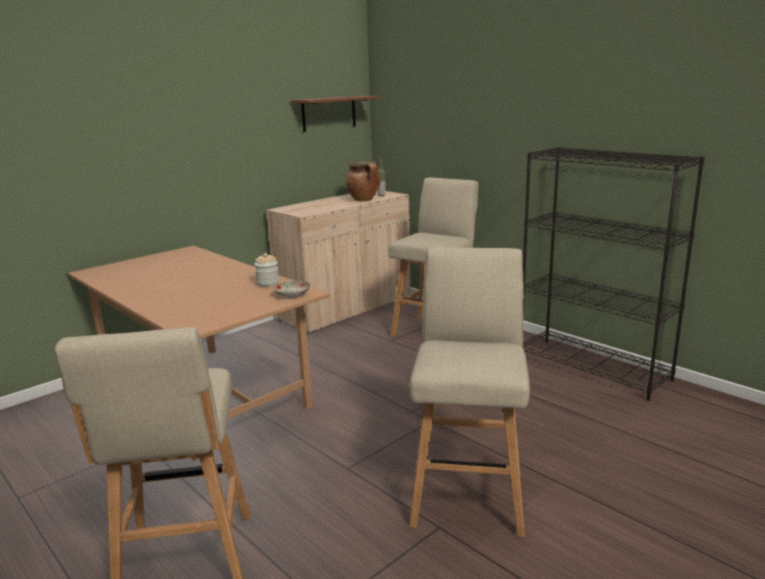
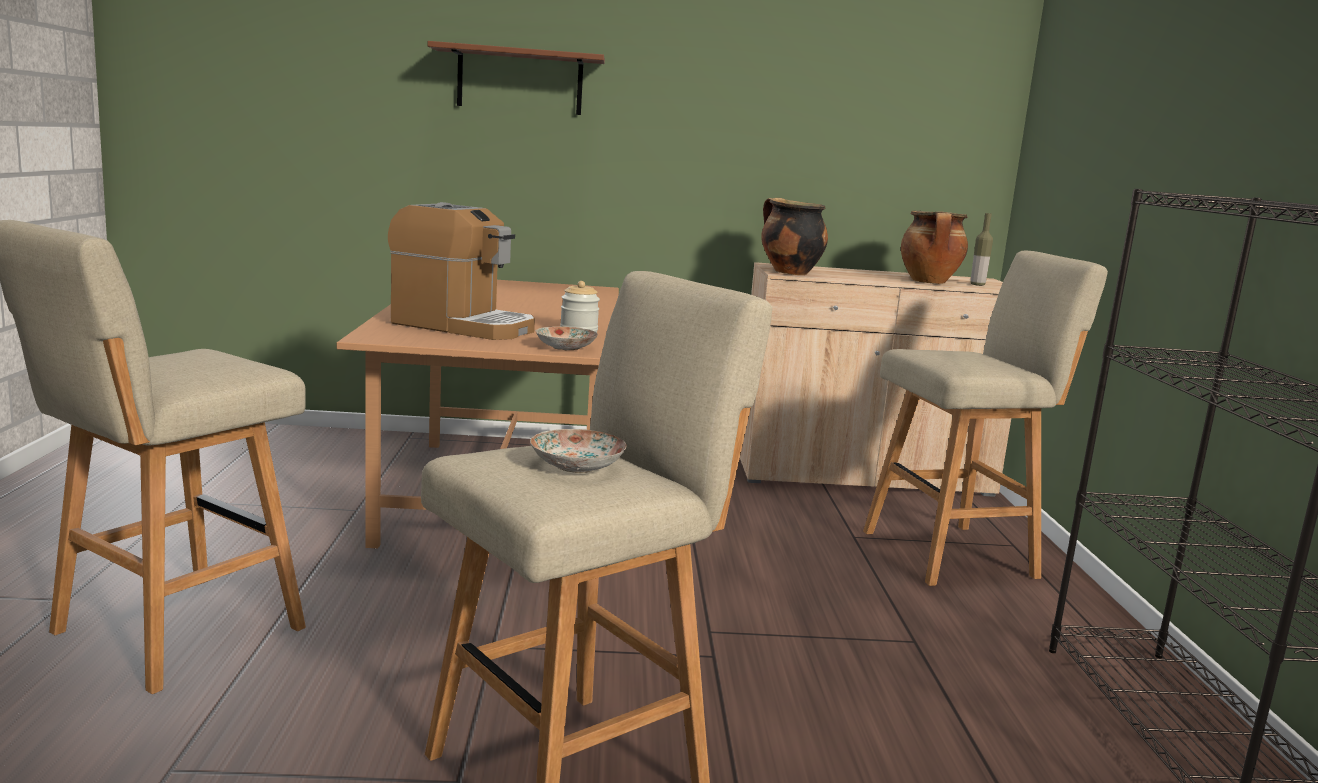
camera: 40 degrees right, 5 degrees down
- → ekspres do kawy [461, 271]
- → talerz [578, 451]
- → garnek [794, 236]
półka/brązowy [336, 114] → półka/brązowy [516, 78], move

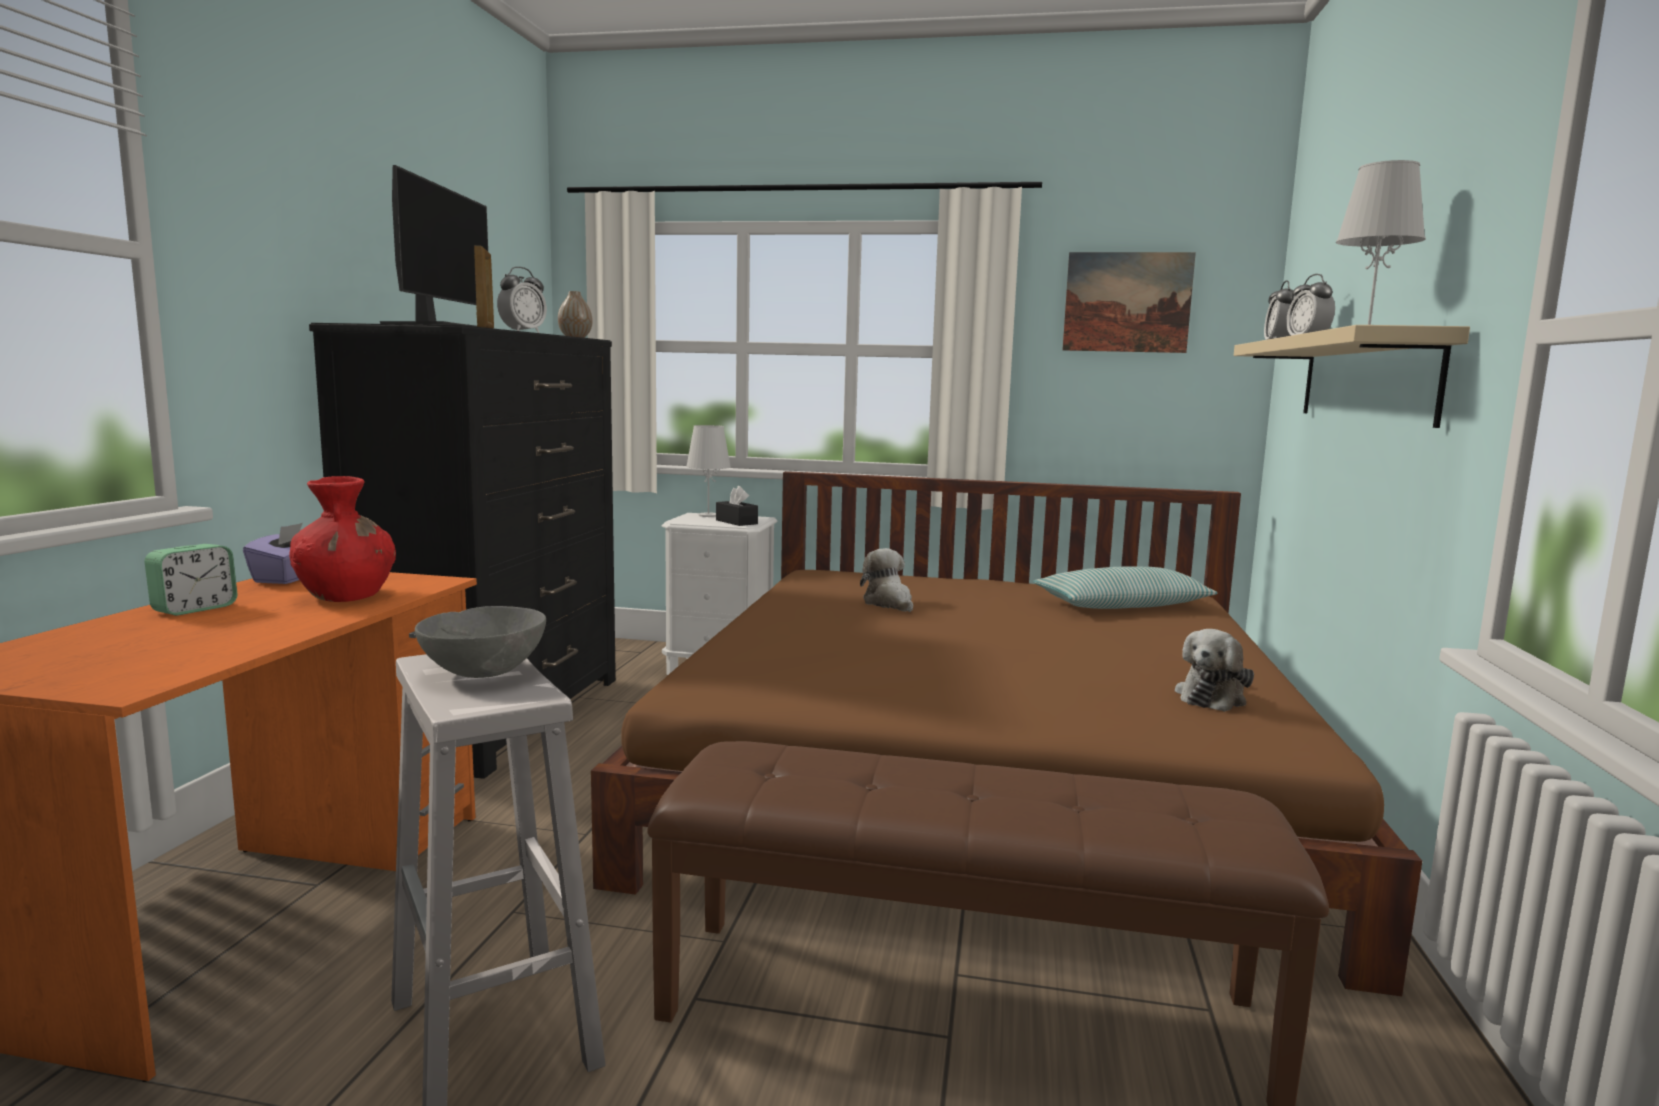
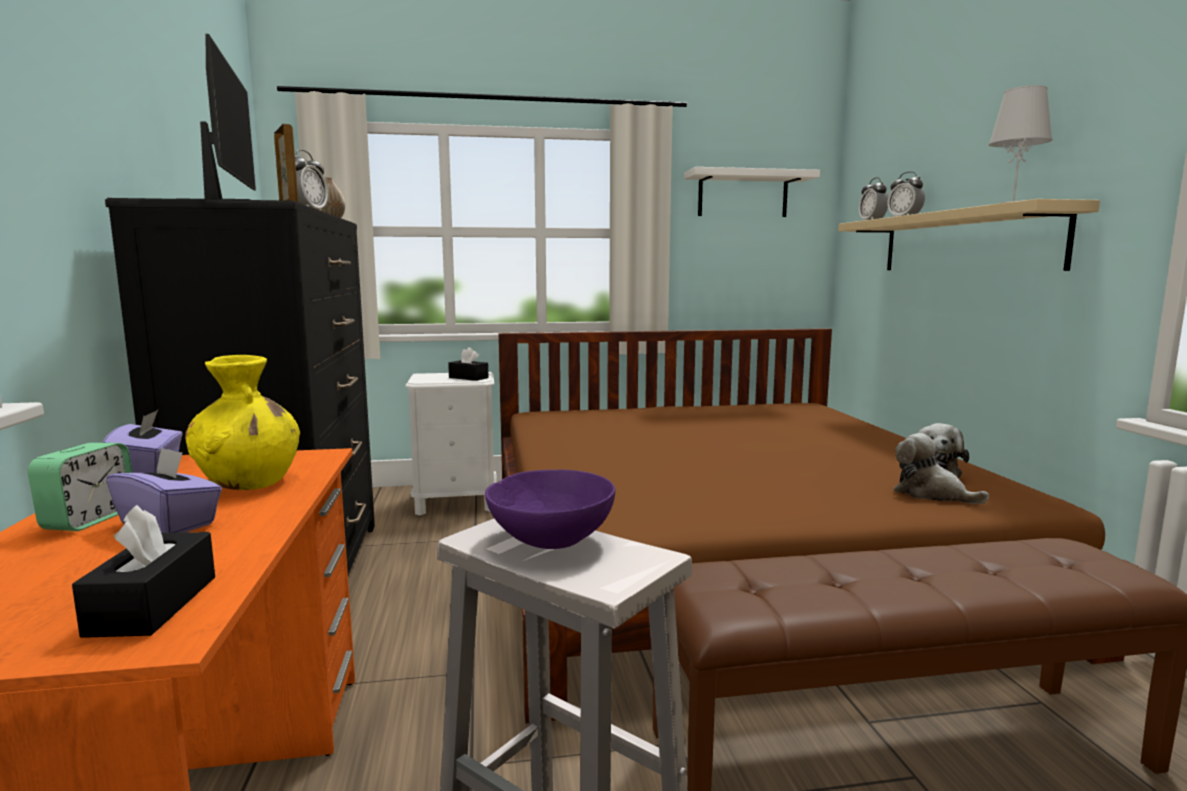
camera: 20 degrees left, 0 degrees up
lampa stołowa/biały [708, 471] → -
poduszka [1125, 587] → -
- → pudełko chusteczek/czarny [143, 571]
- → pudełko chusteczek/fioletowy [164, 490]
pluszak [886, 580] → pluszak [941, 468], move
obraz [1129, 302] → półka/biały [752, 192]
wazon/czerwony [342, 539] → wazon/żółty [242, 422]
miska/szary [480, 642] → miska/fioletowy [550, 509]

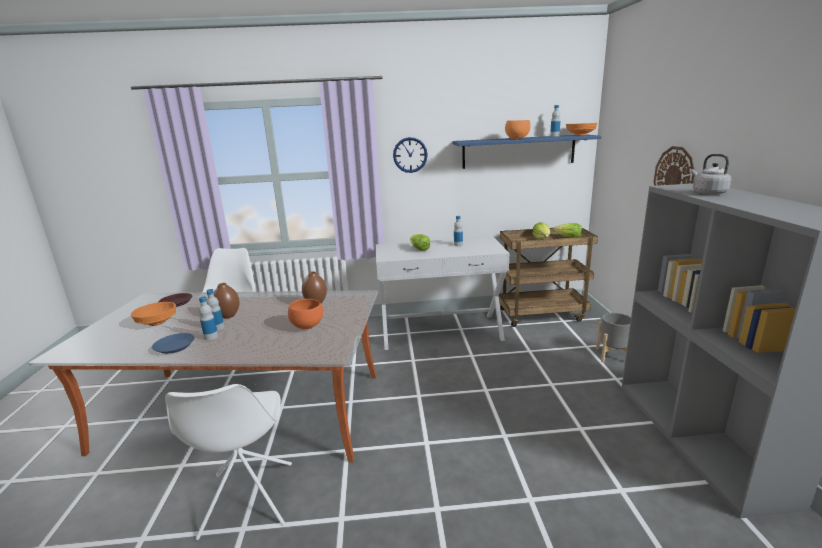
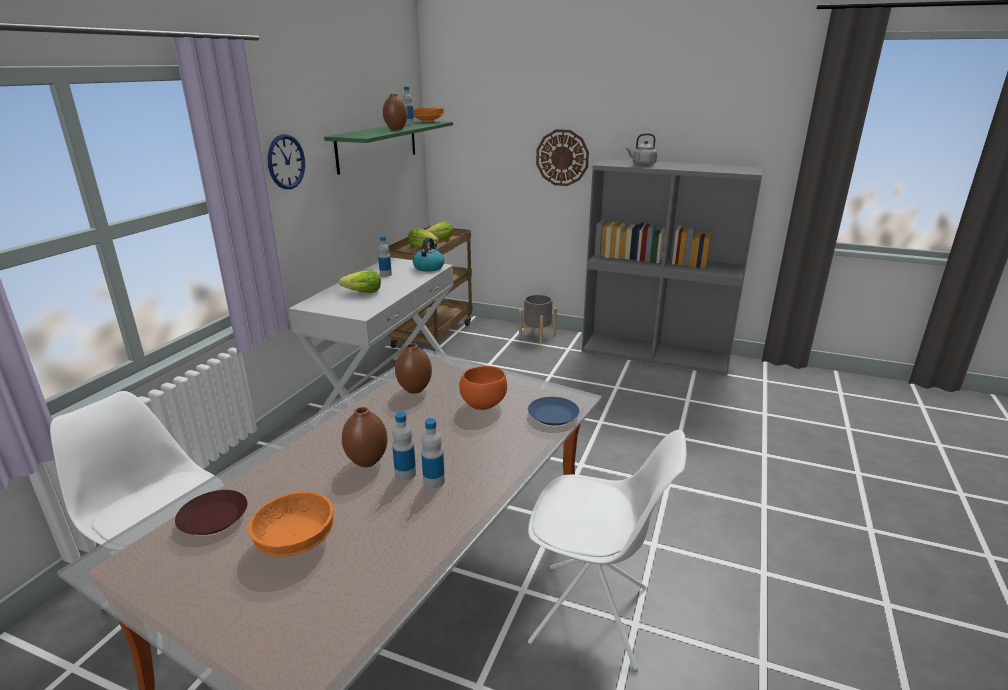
camera: 65 degrees left, 5 degrees up
- → czajnik [429, 255]
talerz/niebieski [173, 343] → talerz/niebieski [553, 411], move
miska/pomarańczowy [517, 129] → wazon/brązowy [395, 111]
półka/niebieski [526, 152] → półka/zielony [388, 148]

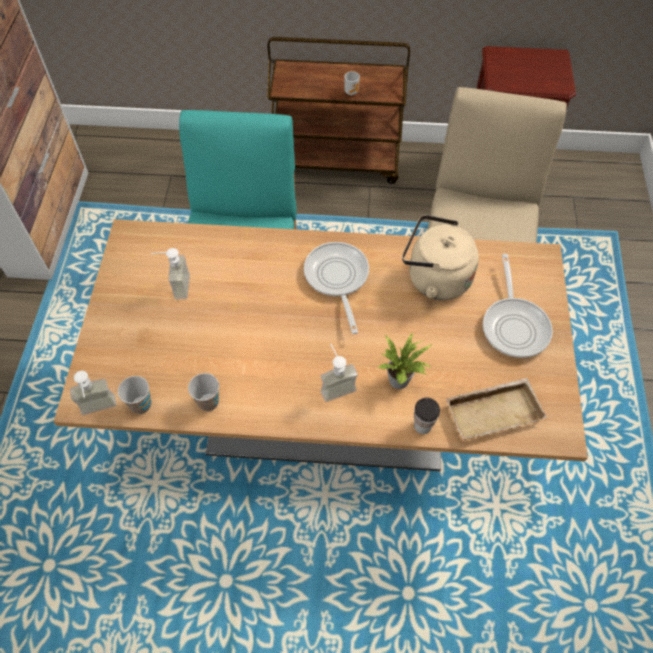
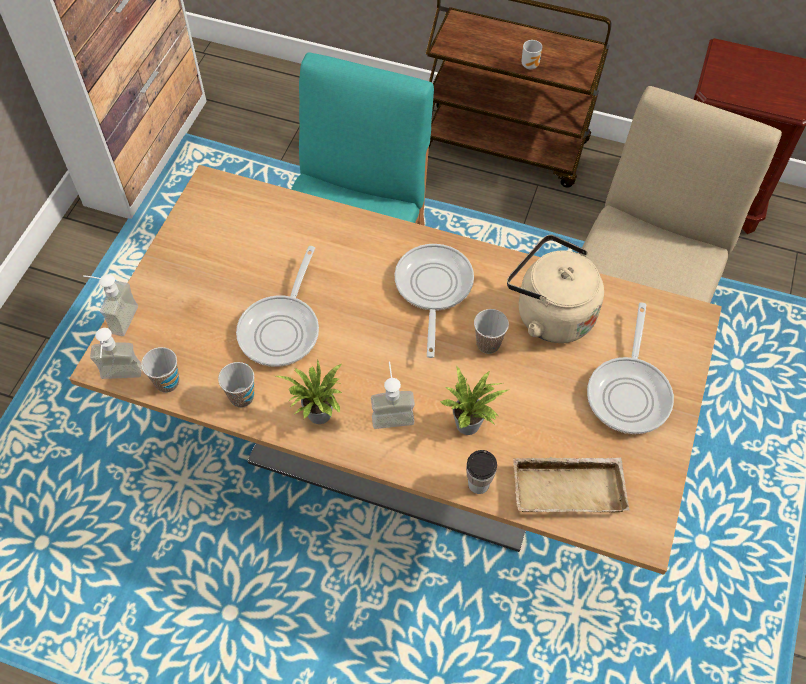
camera: 15 degrees right, 0 degrees up
- → patelnia [277, 306]
- → roślina doniczkowa [309, 391]
- → filiżanka [491, 331]
dozownik mydła [170, 273] → dozownik mydła [110, 305], move

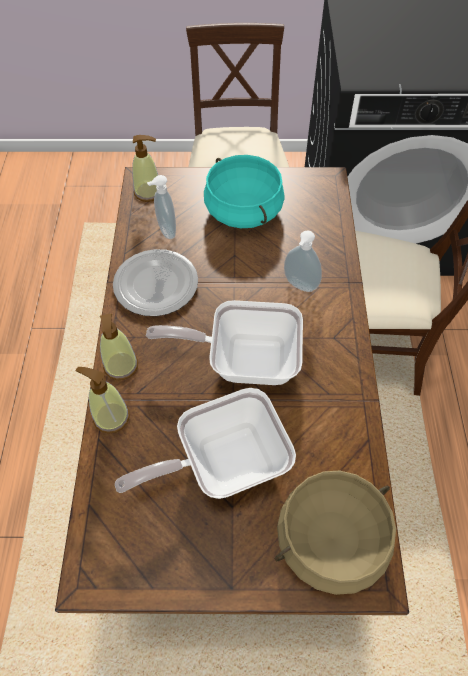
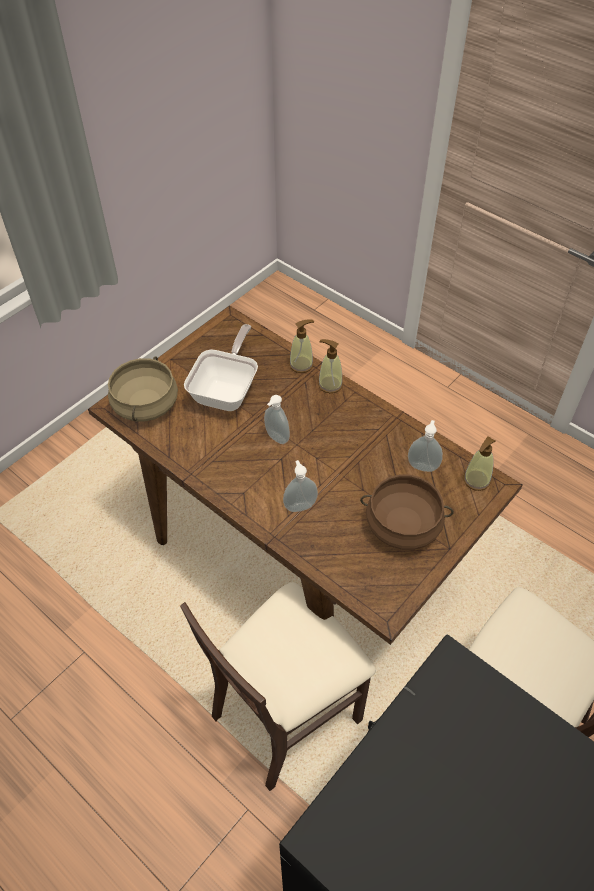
camera: 130 degrees right, 5 degrees down
talerz [155, 282] → -
patelnia [224, 342] → dozownik mydła [277, 419]
garnek/turkusowy [244, 191] → garnek/brązowy [407, 512]

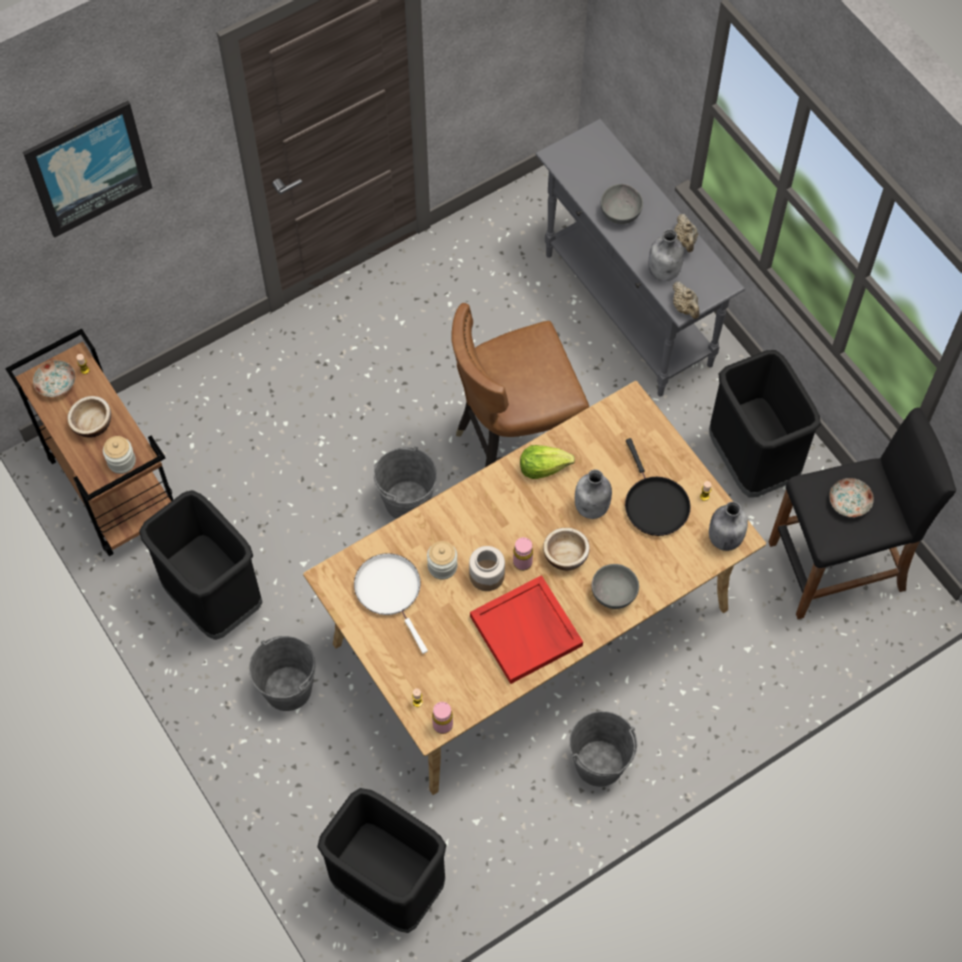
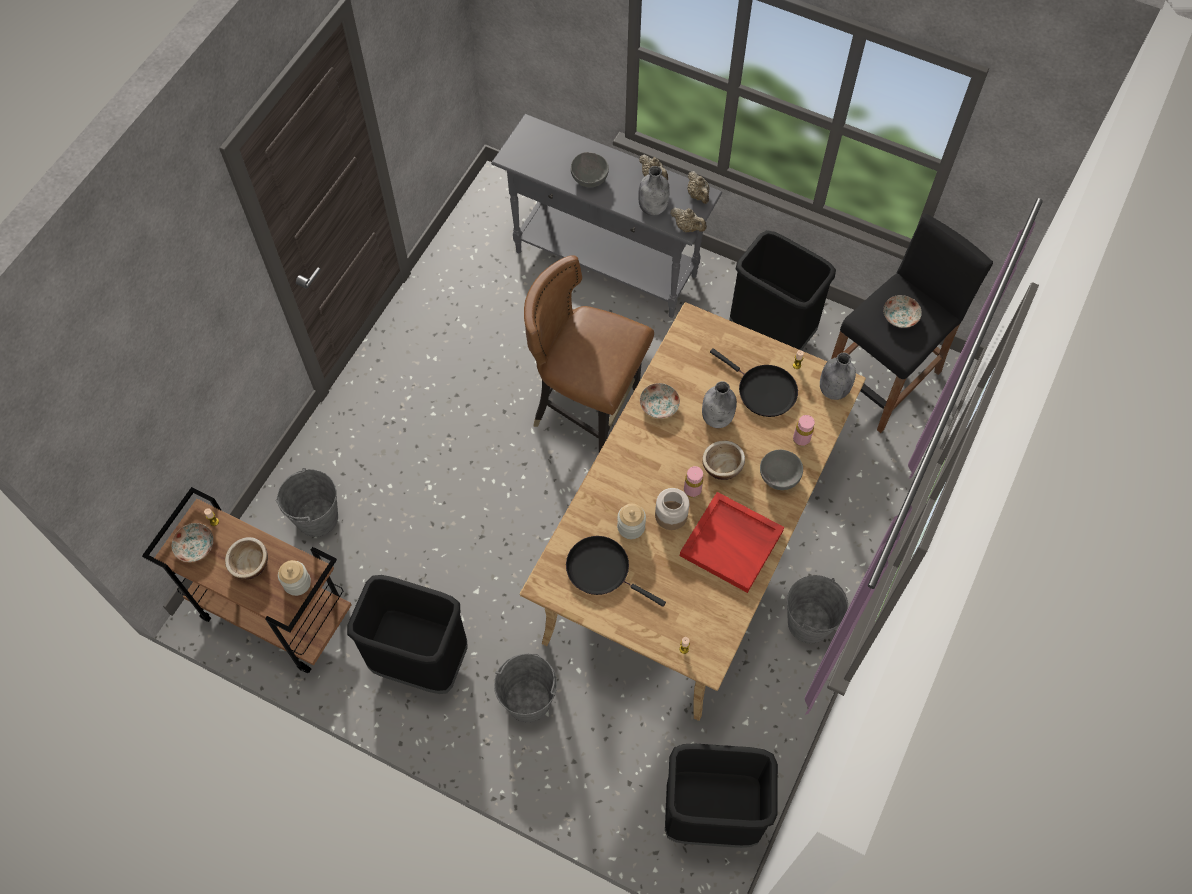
camera: 30 degrees left, 0 degrees up
obraz [87, 169] → -
- → imbryk/beżowy [699, 187]
wiadro/szary [405, 482] → wiadro/szary [307, 502], move
butelka/różowy [442, 718] → butelka/różowy [804, 430], move
sałata [547, 462] → talerz [660, 400]
patelnia/biały [391, 603] → patelnia/czarny [616, 571]
krzesło/brązowy [520, 385] → krzesło/brązowy [589, 353], 75 degrees clockwise

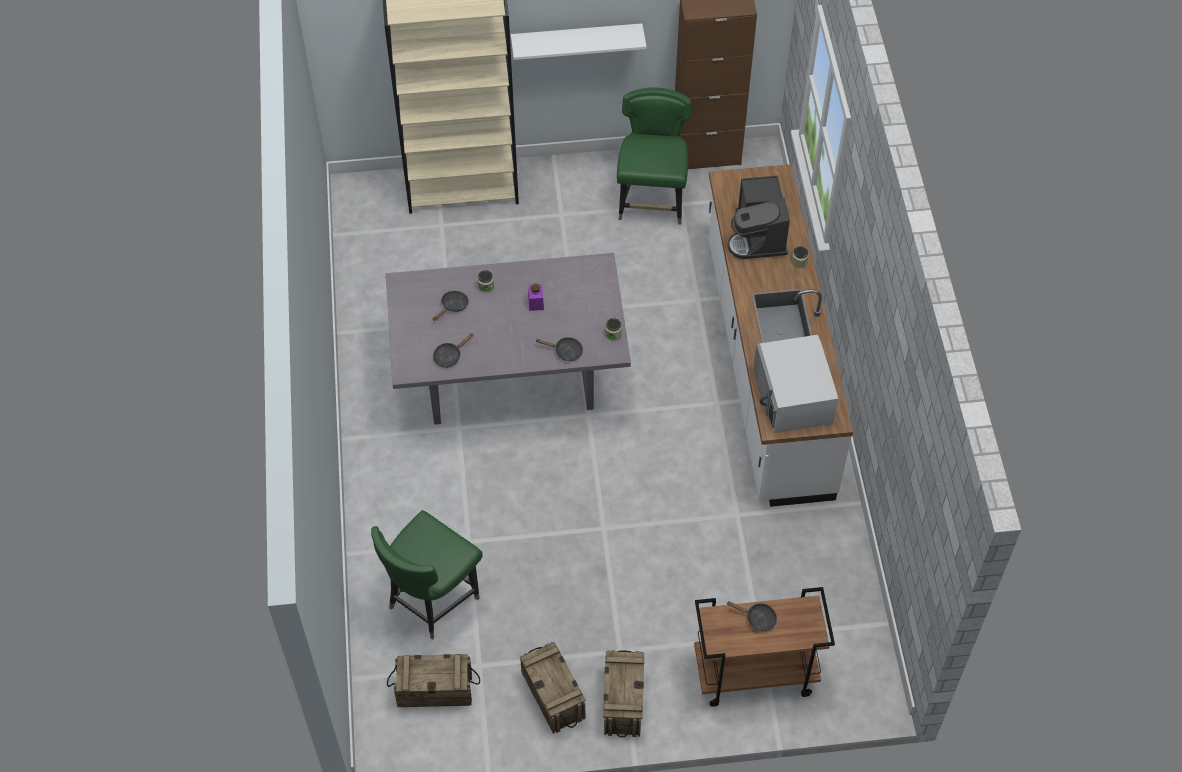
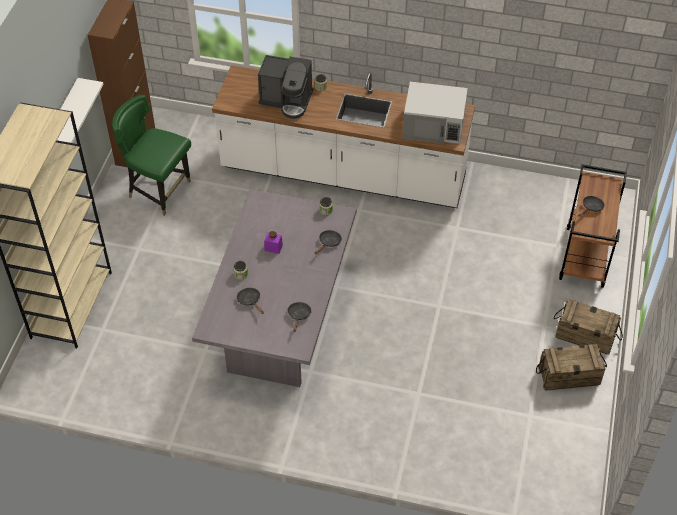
camera: 70 degrees left, 5 degrees down
krzesło/zielony [427, 574] → -
skrzynka [433, 680] → -
patelnia/czarny [453, 350] → patelnia/czarny [299, 317], 150 degrees counterclockwise

